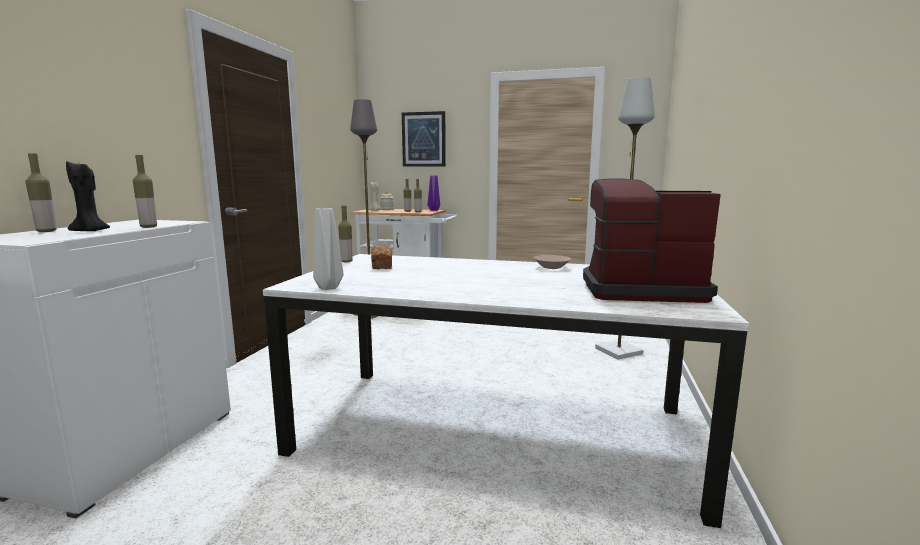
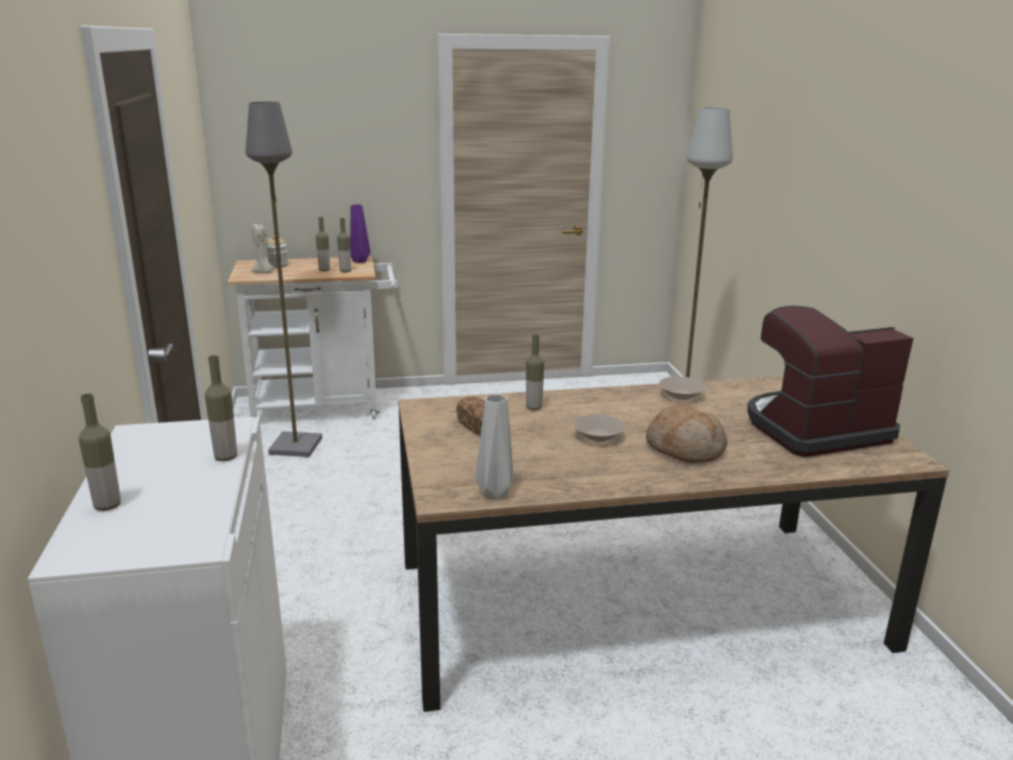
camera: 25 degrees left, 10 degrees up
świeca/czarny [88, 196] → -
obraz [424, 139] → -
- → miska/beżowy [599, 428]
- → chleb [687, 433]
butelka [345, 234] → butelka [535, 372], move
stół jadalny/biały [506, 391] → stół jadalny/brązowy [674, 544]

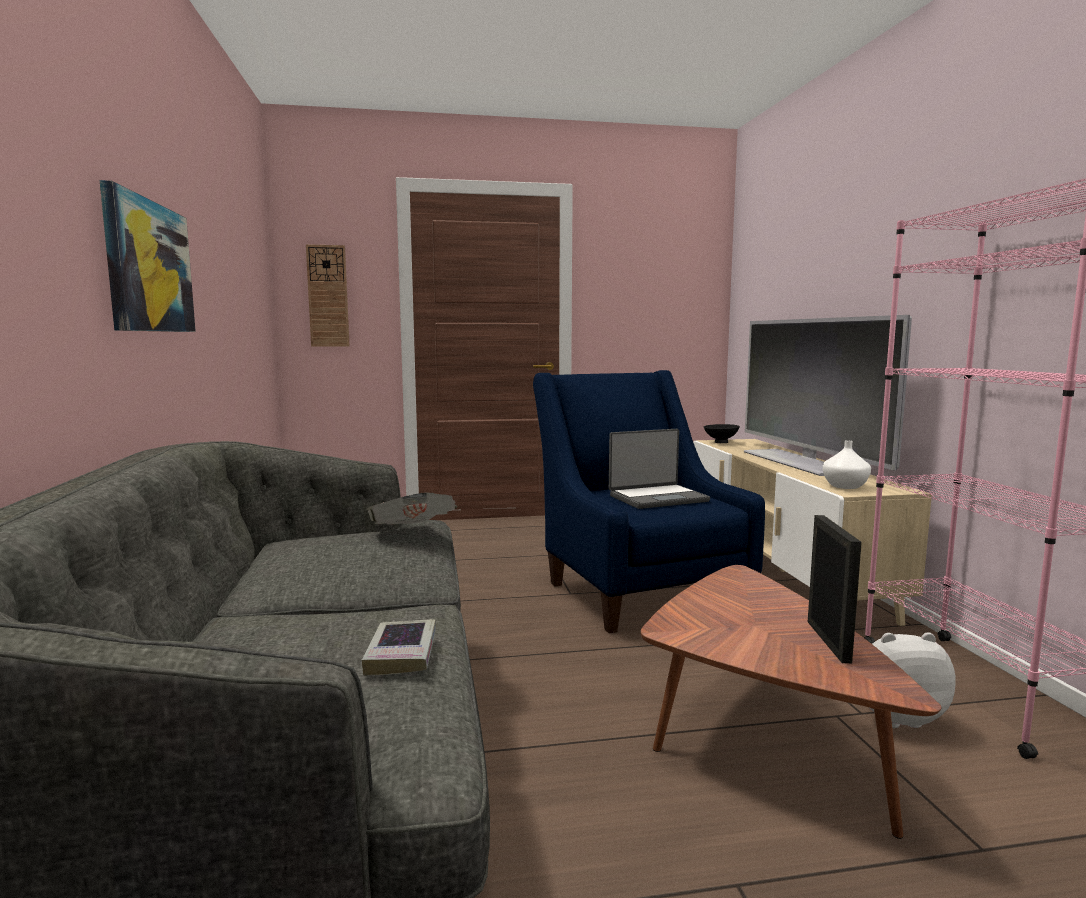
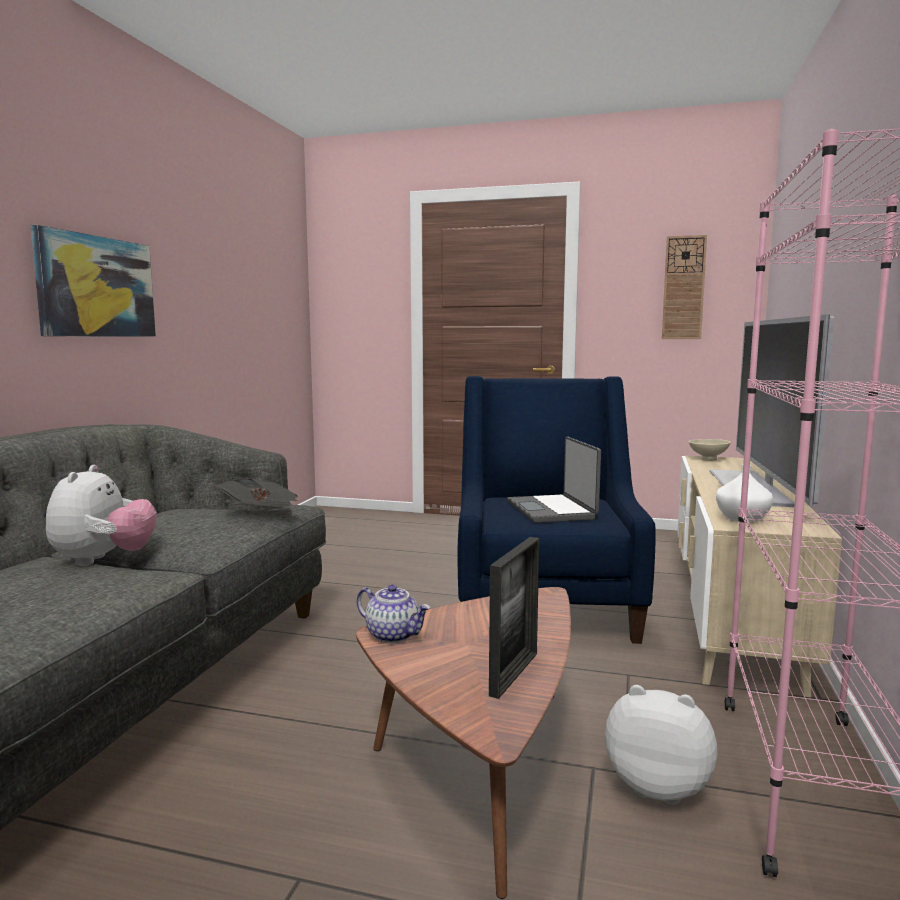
camera: 25 degrees right, 0 degrees up
książka [399, 647] → -
- → pluszak [101, 515]
- → imbryk [393, 614]
zegar ścienny [328, 295] → zegar ścienny [684, 287], move
miska/czarny [722, 433] → miska/beżowy [710, 450]
laptop [659, 469] → laptop [554, 480], 75 degrees clockwise

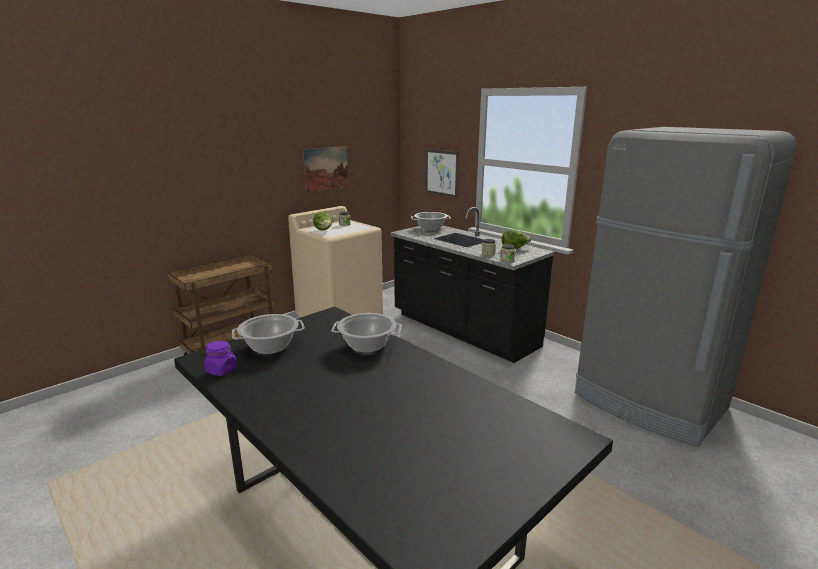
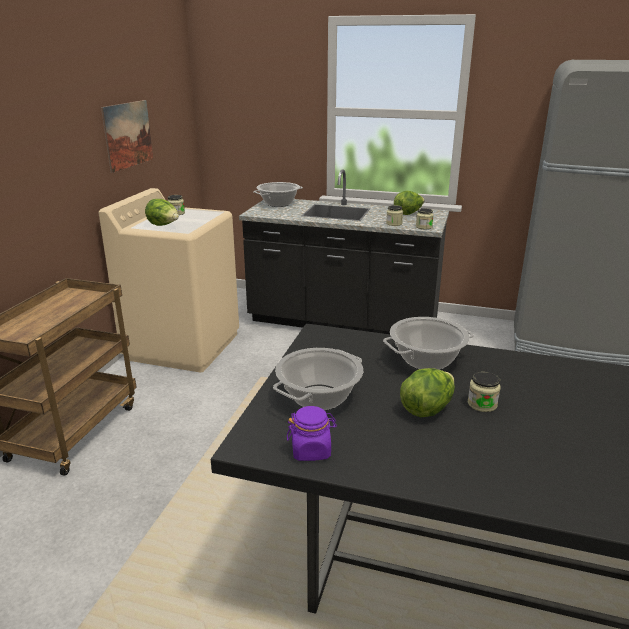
camera: 30 degrees left, 5 degrees up
obraz [442, 173] → -
- → sałata [427, 392]
- → słoik [484, 391]

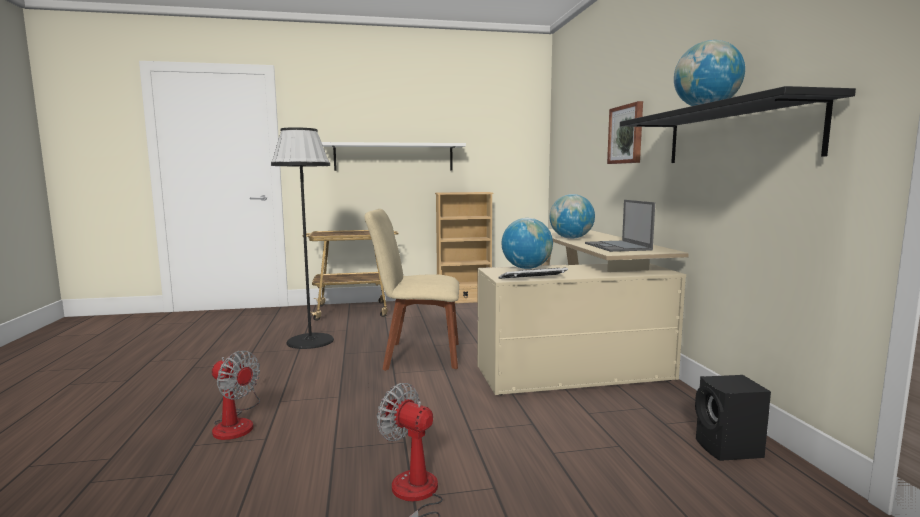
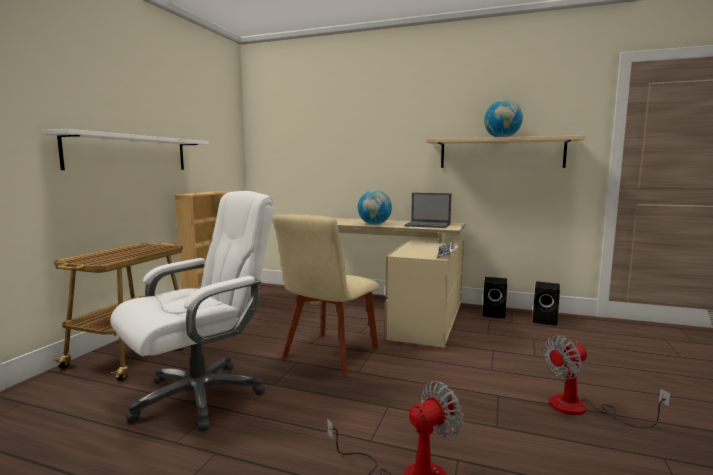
camera: 60 degrees left, 0 degrees up
globus [527, 243] → -
obraz [625, 132] → -
- → głośnik/czarny [495, 297]
lampa stojąca/czarny [302, 238] → krzesło biurowe/biały [191, 311]
półka/czarny [738, 124] → półka/beżowy [506, 151]

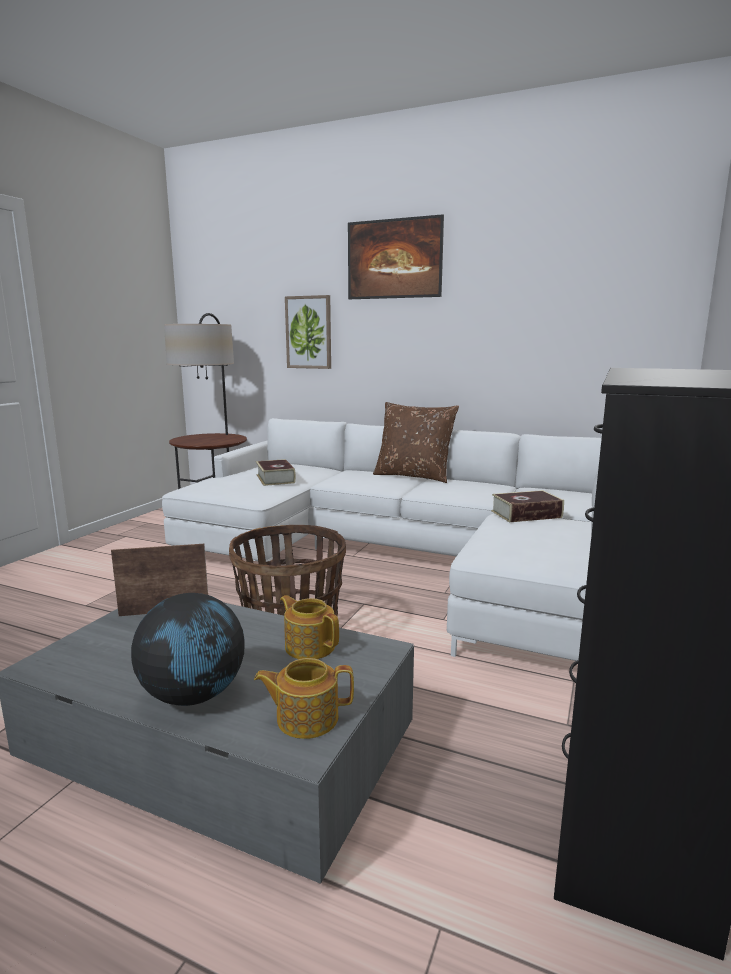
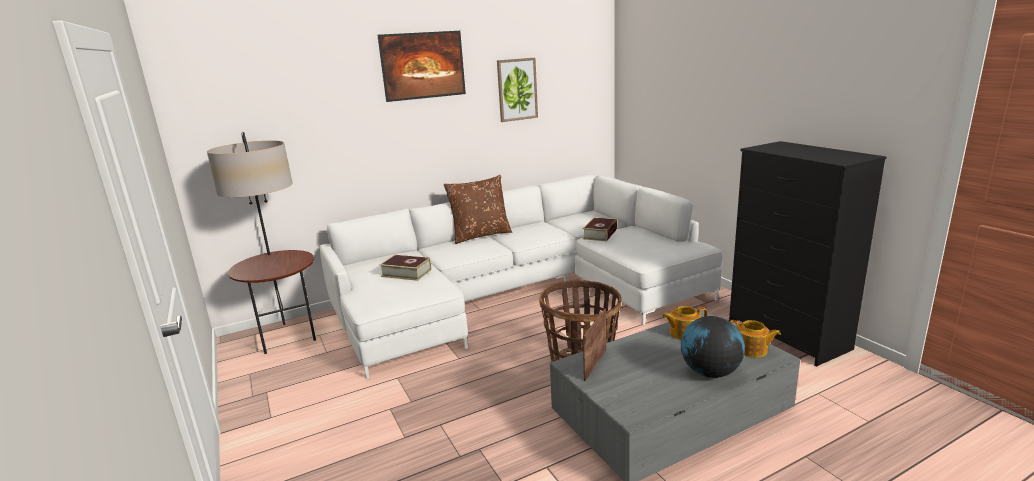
camera: 50 degrees left, 5 degrees up
obraz [308, 332] → obraz [517, 90], move
imbryk [304, 698] → imbryk [755, 339], 90 degrees counterclockwise

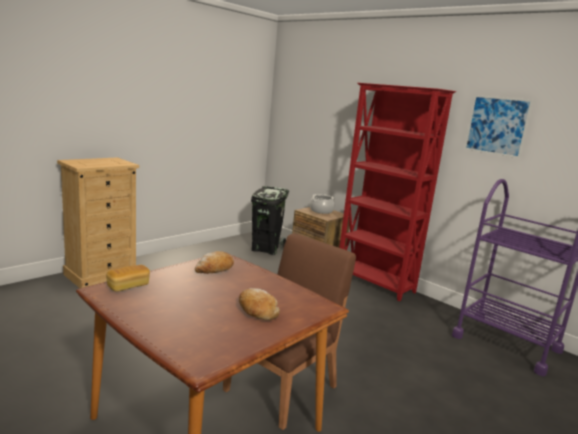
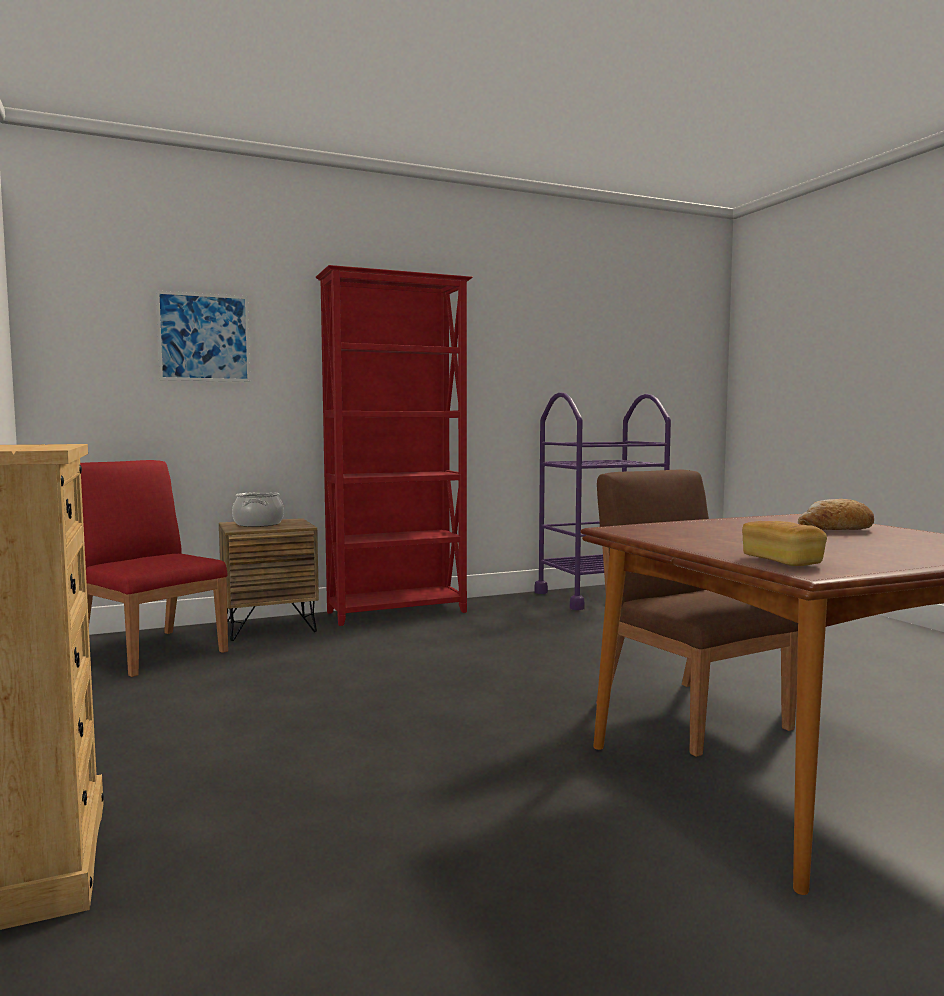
camera: 65 degrees left, 10 degrees down
chleb [214, 262] → -
obraz [498, 126] → obraz [203, 336], move
kosz na śmieci/czarny [270, 220] → krzesło/czerwony [154, 568]

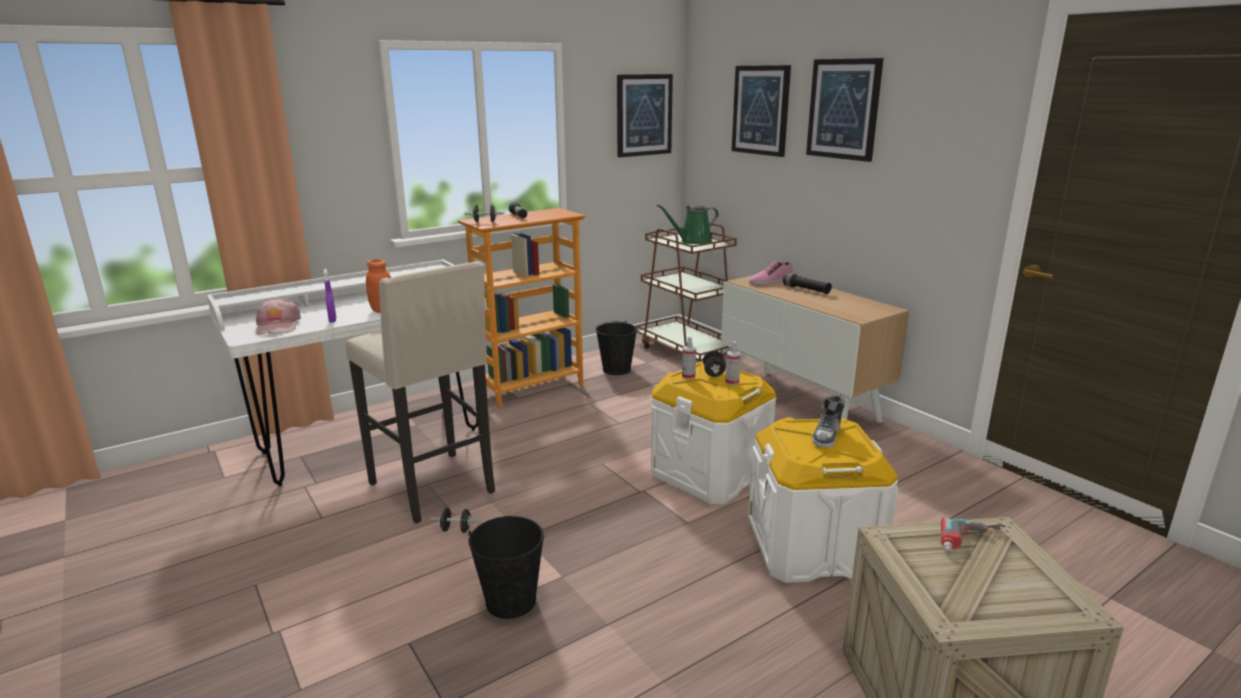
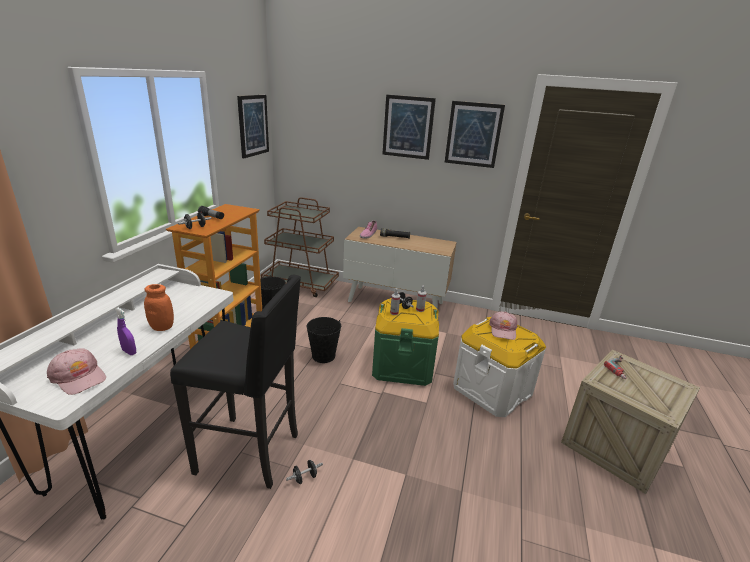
camera: 40 degrees left, 5 degrees up
konewka/zielony [687, 224] → -
wiadro/czarny [506, 567] → wiadro/czarny [323, 340], move
obraz [761, 111] → obraz [475, 134], move
but [829, 421] → czapka z daszkiem/różowy [503, 326]
stołek/beżowy [420, 392] → stołek/czarny [235, 382]
pojemnik do przechowywania/biały [713, 433] → pojemnik do przechowywania/zielony [405, 342]

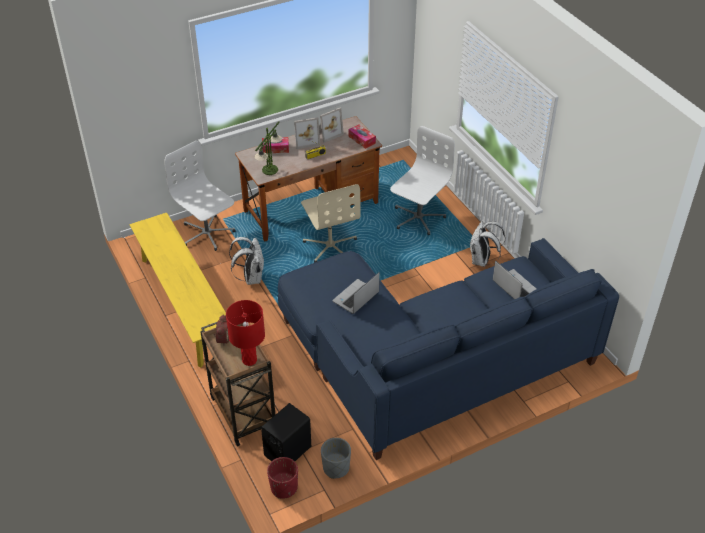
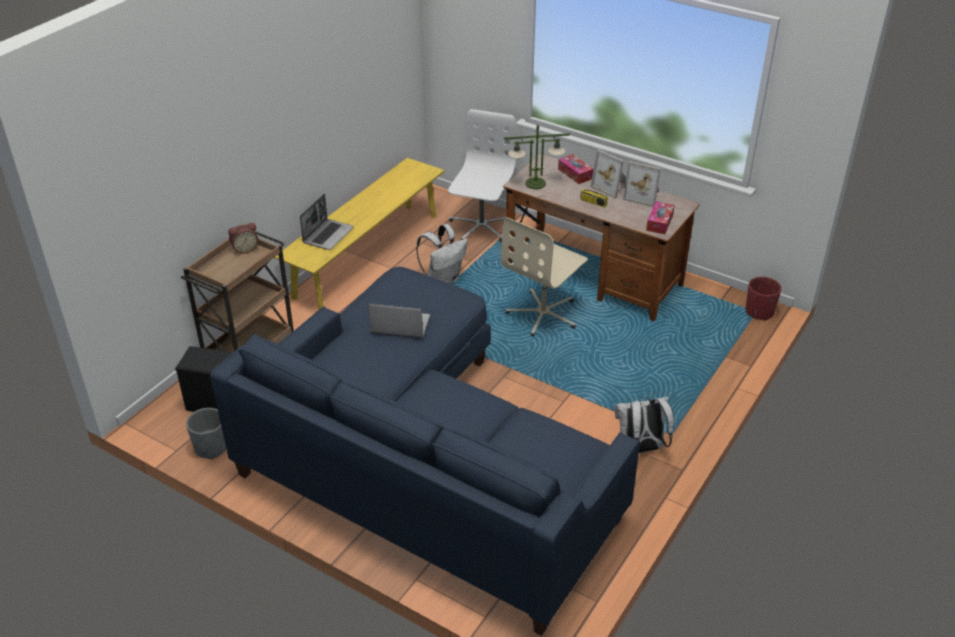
camera: 60 degrees right, 5 degrees down
lampa stołowa/czerwony [245, 333] → -
krzesło biurowe/biały [422, 180] → -
donica/czerwony [282, 478] → donica/czerwony [764, 298], move
laptop [514, 280] → laptop [327, 222], move

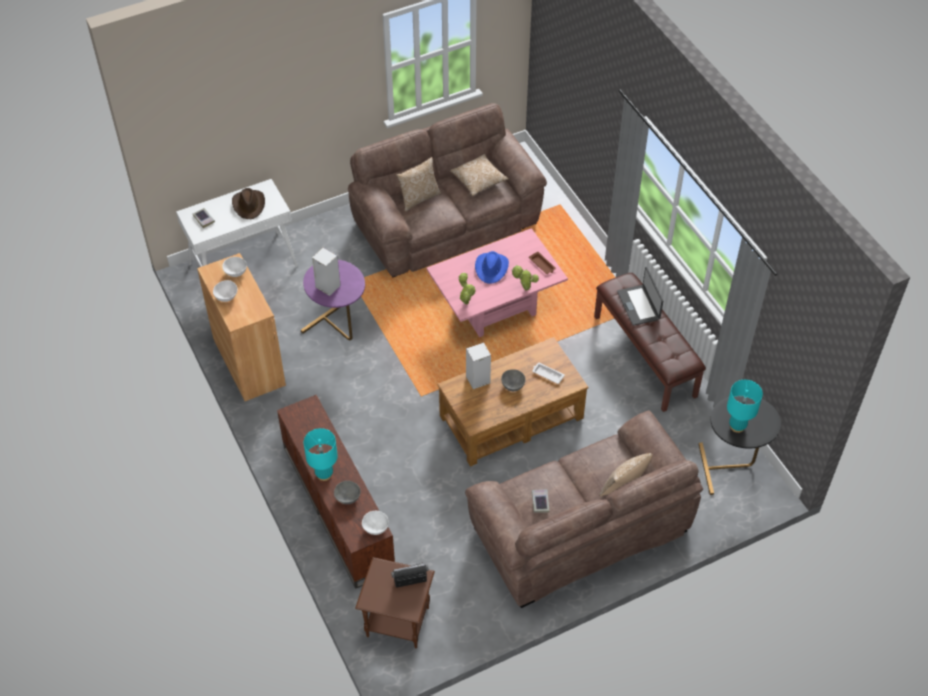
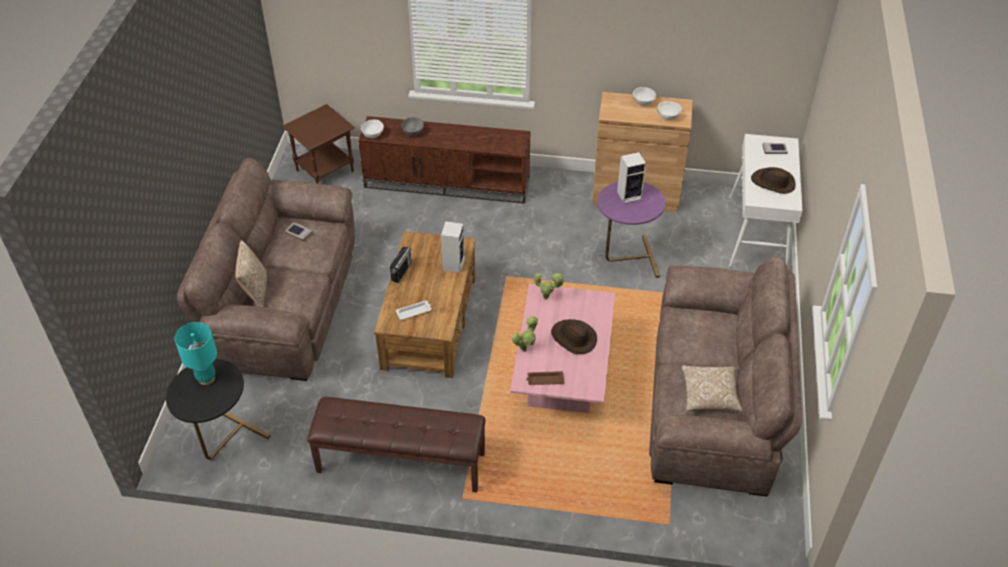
camera: 125 degrees right, 5 degrees down
lampa stołowa/turkusowy [321, 454] → -
poduszka [418, 184] → -
miska/szary [513, 380] → -
laptop [640, 296] → -
radio [410, 575] → radio [400, 265], move
kapelusz/niebieski [492, 267] → kapelusz/brązowy [574, 336]

